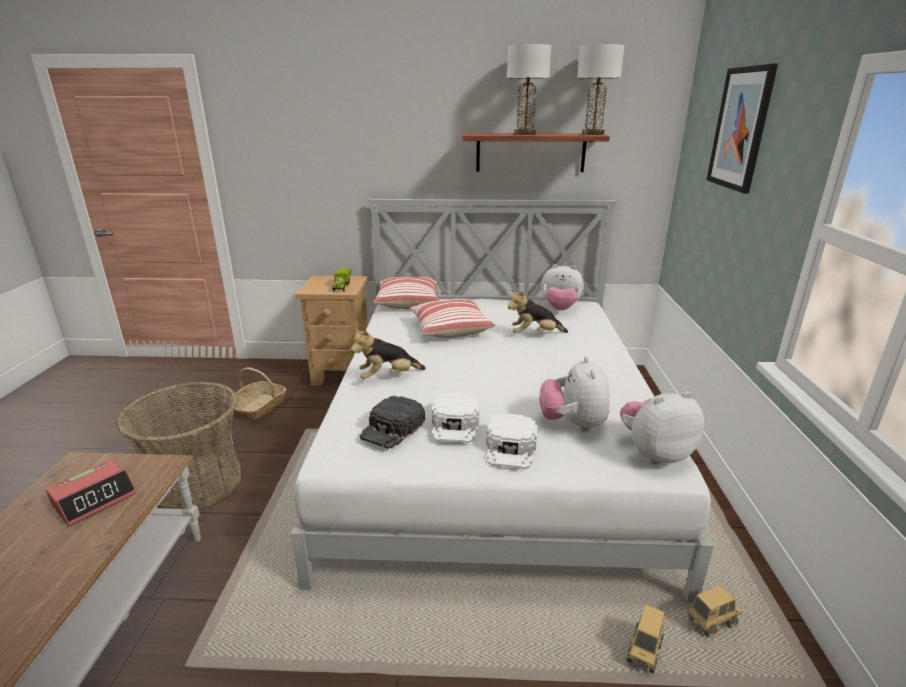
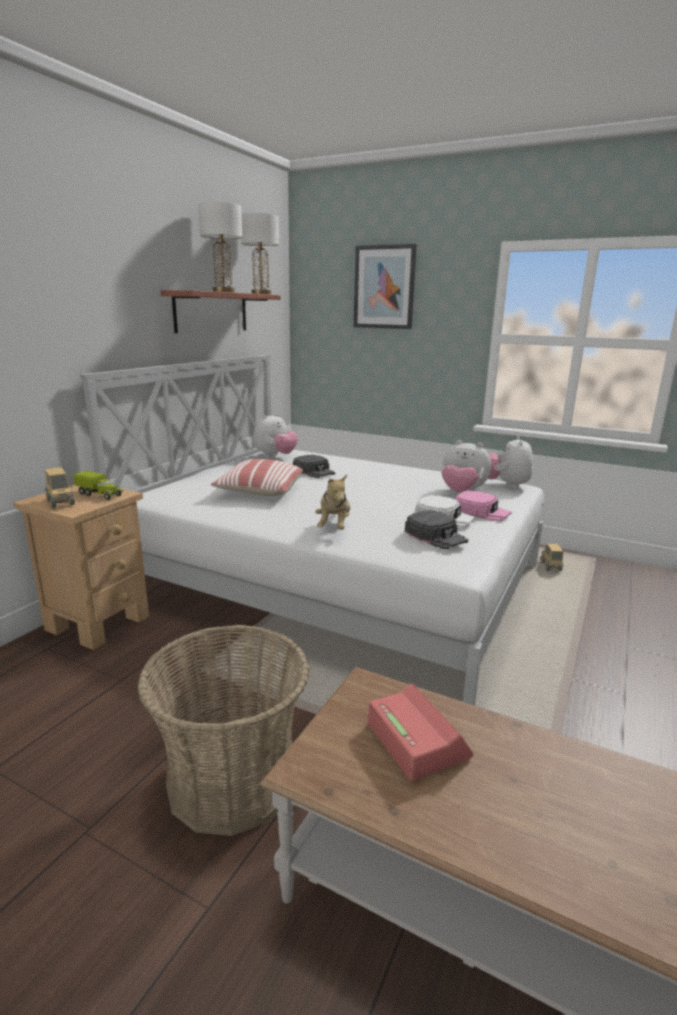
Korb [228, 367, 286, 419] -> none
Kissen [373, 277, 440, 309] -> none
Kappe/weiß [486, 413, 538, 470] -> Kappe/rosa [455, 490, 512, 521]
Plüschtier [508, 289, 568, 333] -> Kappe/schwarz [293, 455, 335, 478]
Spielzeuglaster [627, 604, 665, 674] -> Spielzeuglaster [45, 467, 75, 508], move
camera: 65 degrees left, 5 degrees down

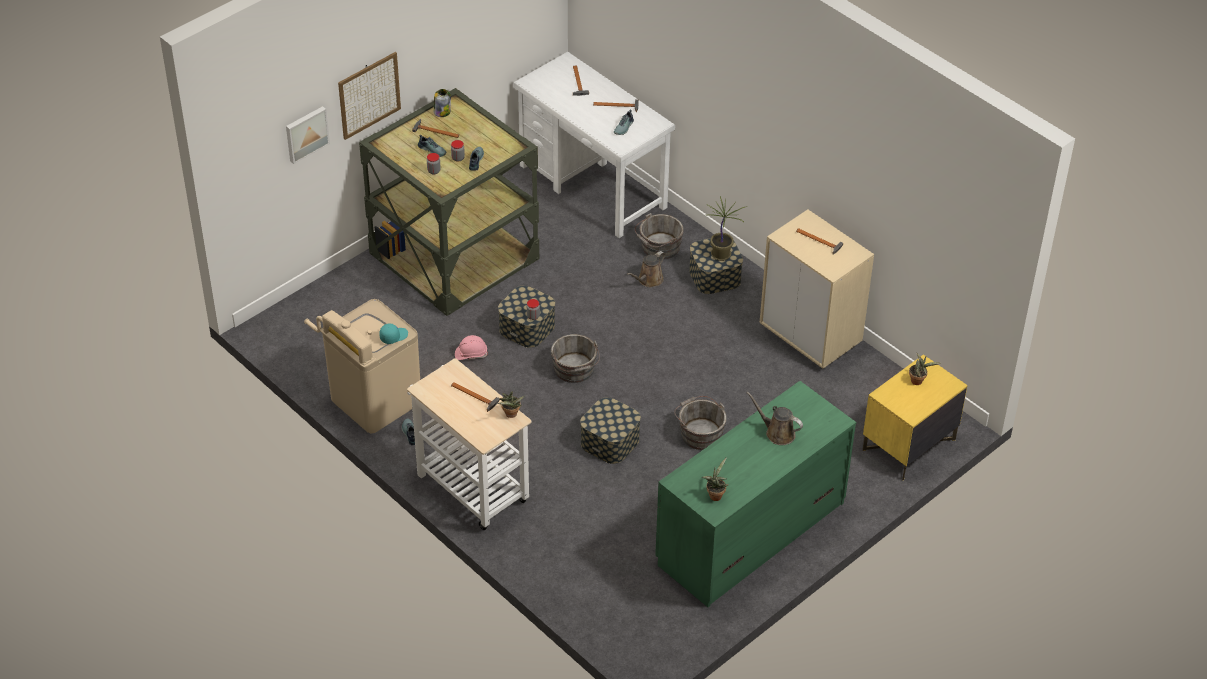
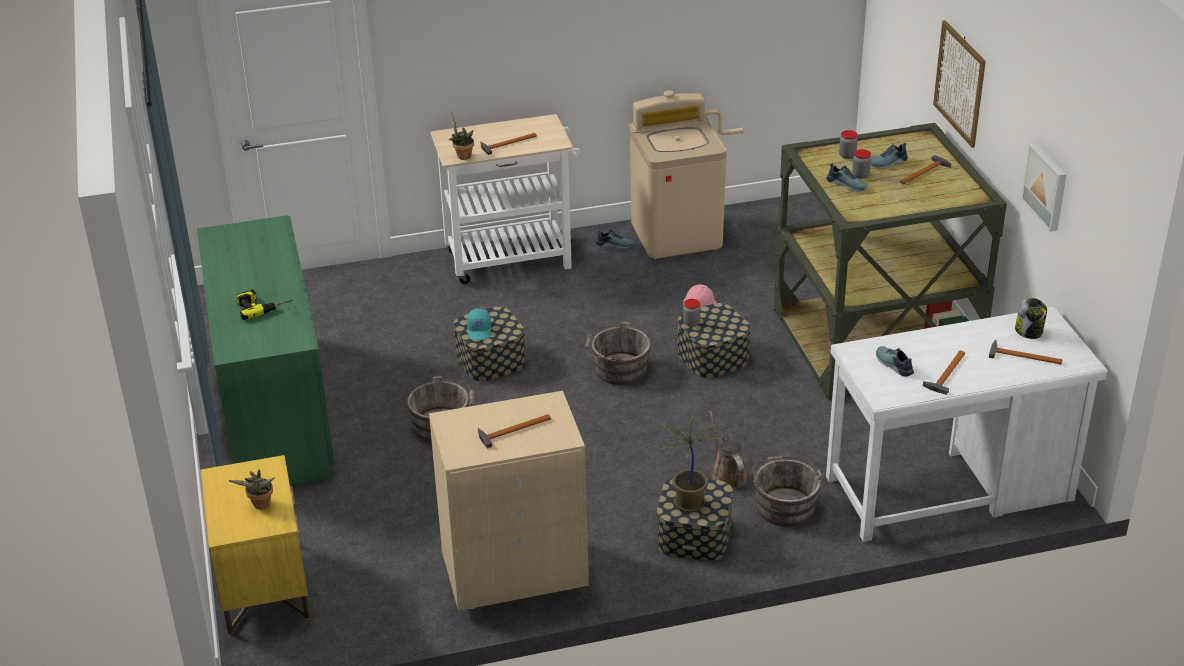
Bild [286, 106, 330, 164] -> Bild [1021, 143, 1067, 232], move
Kappe/türkis [379, 324, 408, 344] -> Kappe/türkis [467, 309, 491, 340], move
Vorratsglas [434, 89, 451, 117] -> Vorratsglas [1015, 298, 1047, 339], move
Topfpflanze [702, 457, 729, 501] -> none
Gießkanne/braun [747, 392, 803, 445] -> Bohrmaschine [237, 289, 293, 320]
camera: 120 degrees right, 10 degrees down

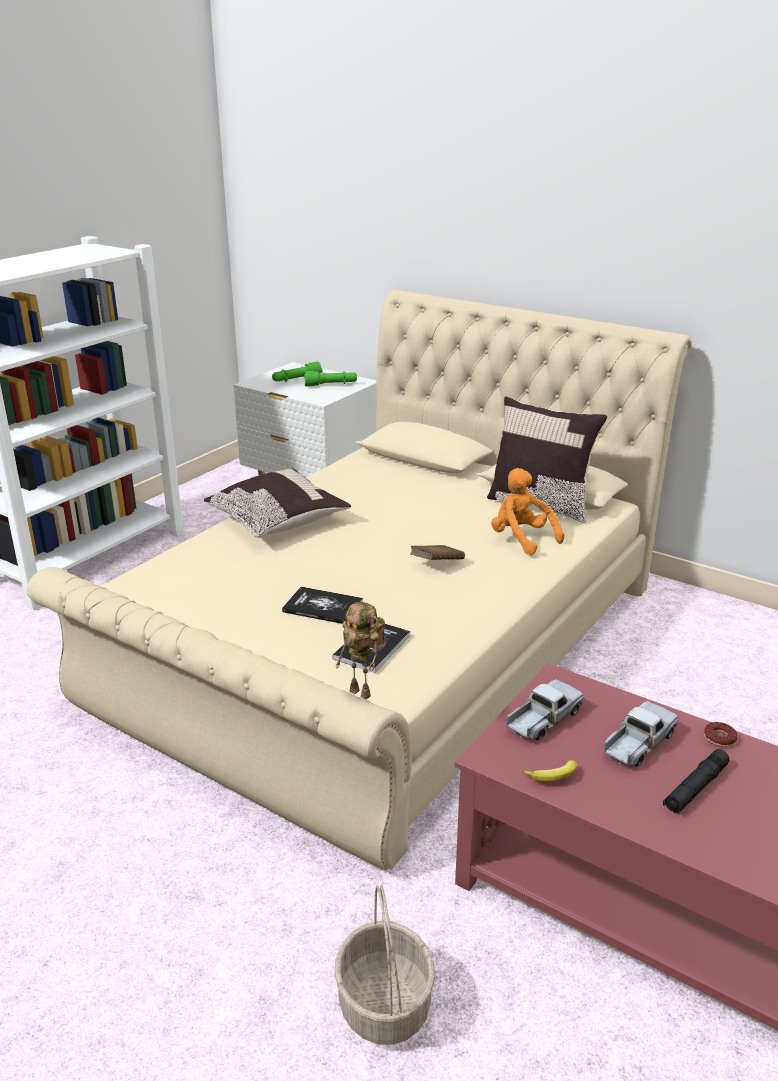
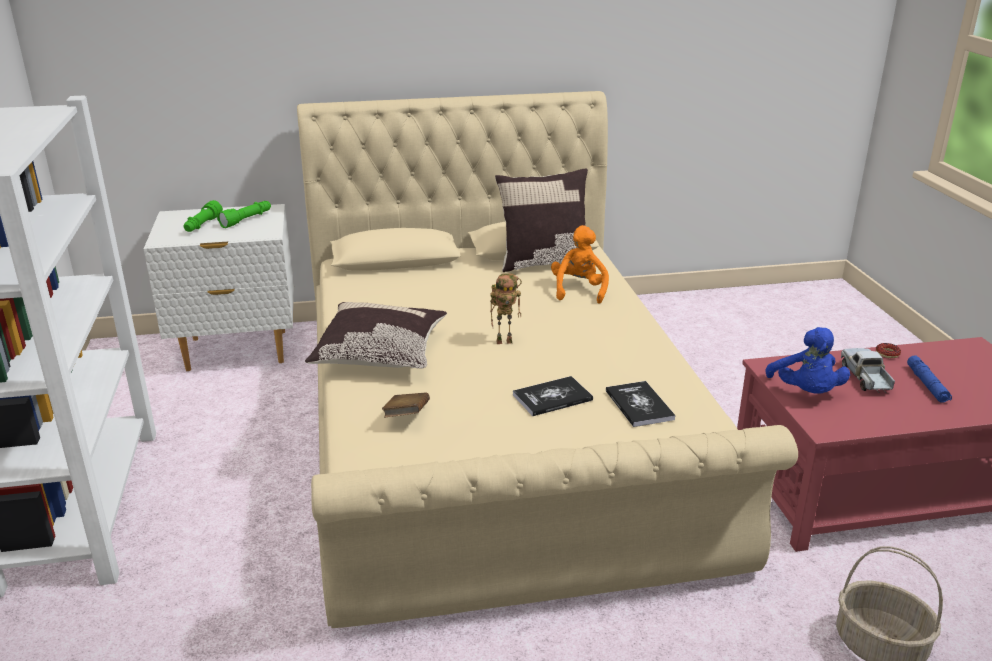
Spielzeugroboter [336, 602, 385, 700] -> Spielzeugroboter [490, 274, 522, 344], move
Buch/braun [410, 545, 465, 560] -> Buch/braun [382, 393, 430, 417], move
Plüschtier/orange [491, 468, 564, 555] -> Plüschtier/orange [551, 225, 609, 304], 90 degrees clockwise
Spielzeuglaster [506, 679, 584, 740] -> Plüschtier/blau [766, 327, 850, 393]
Banane [522, 760, 578, 782] -> none
Taschenlampe/schwarz [663, 749, 730, 814] -> Taschenlampe/blau [907, 355, 952, 402]
camera: 45 degrees left, 0 degrees up

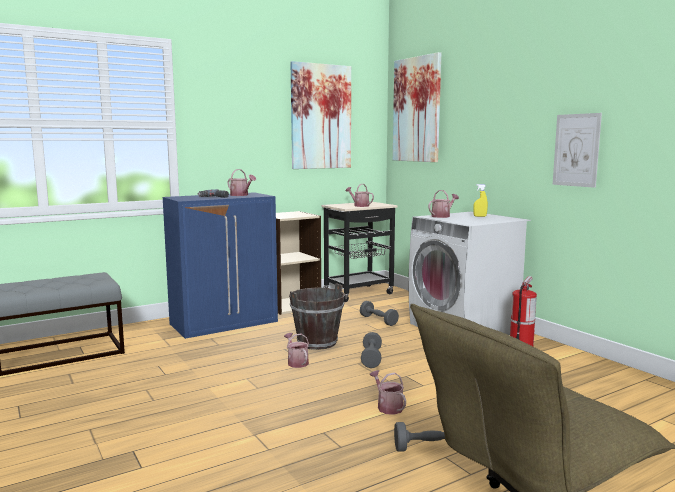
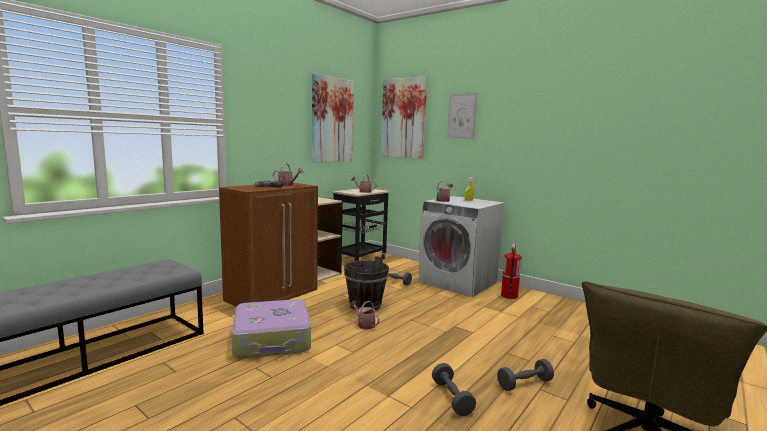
Schrank/blau [163, 192, 278, 339] -> Schrank/braun [219, 183, 318, 307]
Hantel/grau [361, 332, 382, 368] -> Hantel/grau [432, 363, 476, 416], move
Gießkanne [370, 370, 406, 415] -> none
Bild [553, 113, 602, 188] -> Bild [447, 93, 478, 139], move
none -> Koffer [232, 299, 311, 358]
camera: 20 degrees left, 0 degrees up

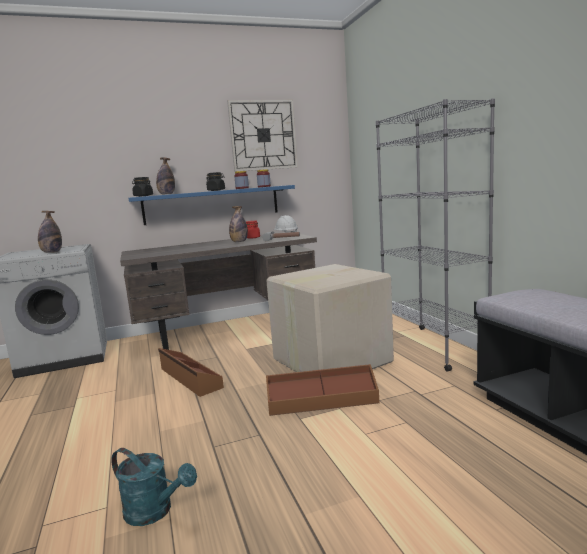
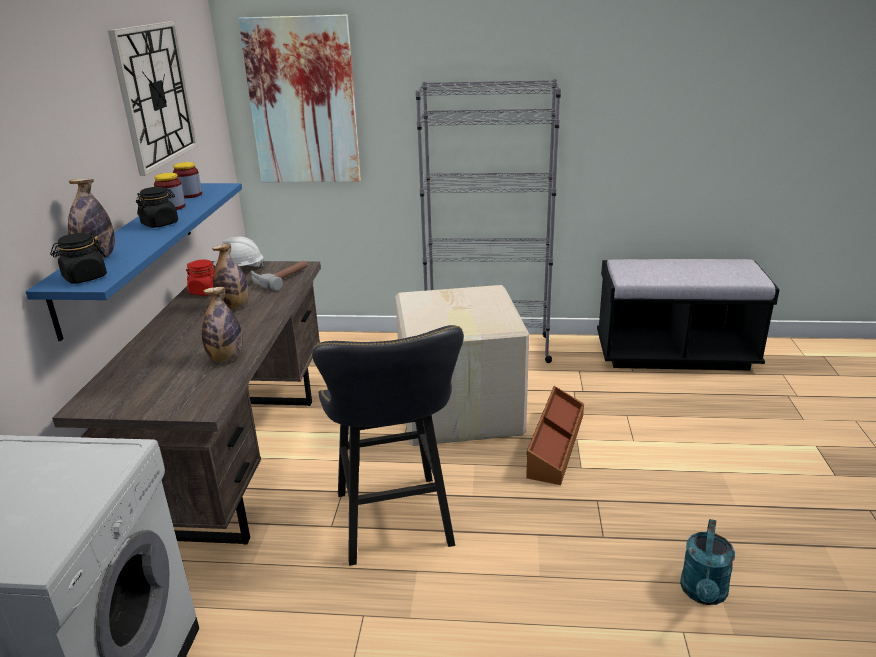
Flasche [38, 211, 62, 253] -> Flasche [202, 287, 243, 362], move
Gießkanne/türkis [111, 448, 197, 526] -> Gießkanne/türkis [680, 519, 735, 605], 150 degrees clockwise
Aufbewahrungsbox/braun [158, 348, 224, 397] -> Hocker/schwarz [312, 325, 464, 566]
none -> Bild [238, 14, 361, 182]
camera: 65 degrees left, 15 degrees up

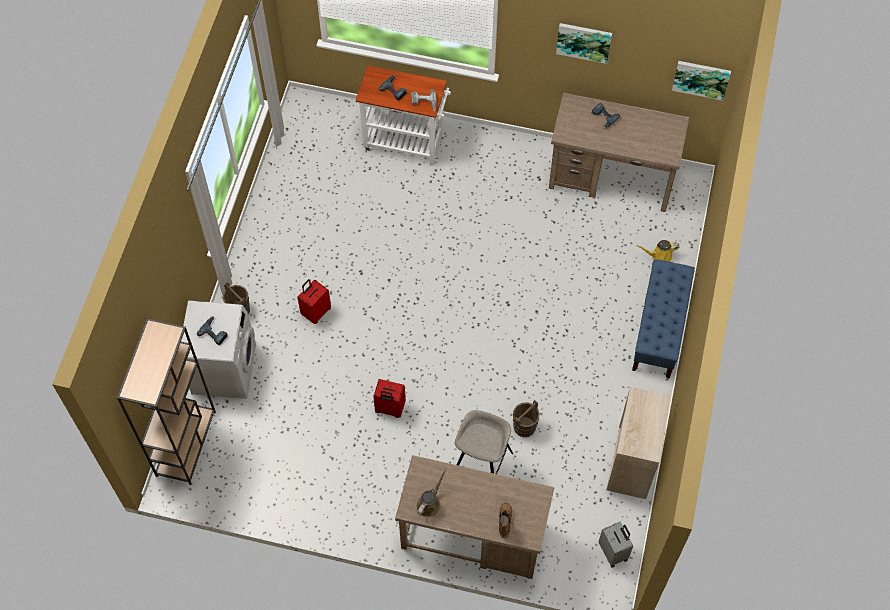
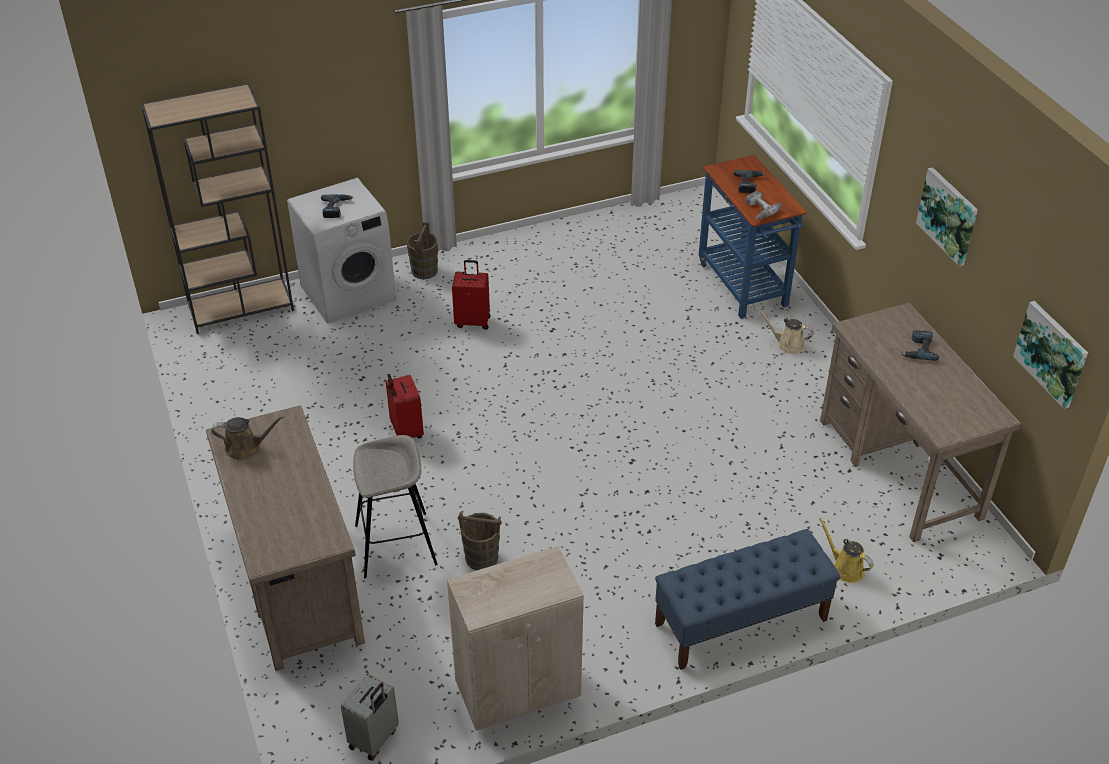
Rollwagen/weiß [356, 65, 451, 165] -> Rollwagen/blau [699, 155, 806, 319]
Stiefel [499, 503, 513, 539] -> none
none -> Gießkanne/beige [758, 309, 814, 354]
camera: 55 degrees right, 20 degrees down

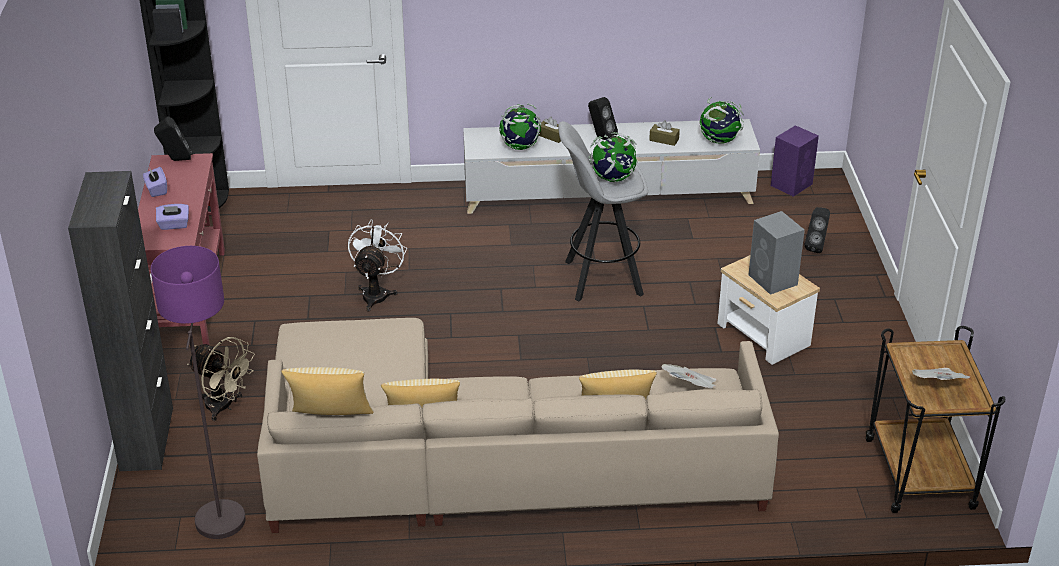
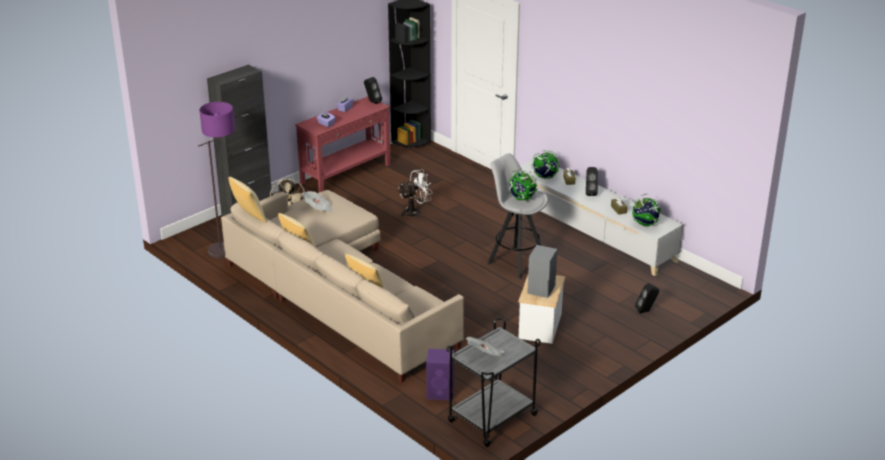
Zeitung [662, 364, 717, 389] -> Zeitung [302, 191, 333, 212], move
Lautsprecher/lila [771, 125, 819, 197] -> Lautsprecher/lila [426, 349, 454, 400], move
Rollwagen/braun [865, 326, 1005, 513] -> Rollwagen/grau [447, 318, 541, 447]
camera: 50 degrees right, 5 degrees down

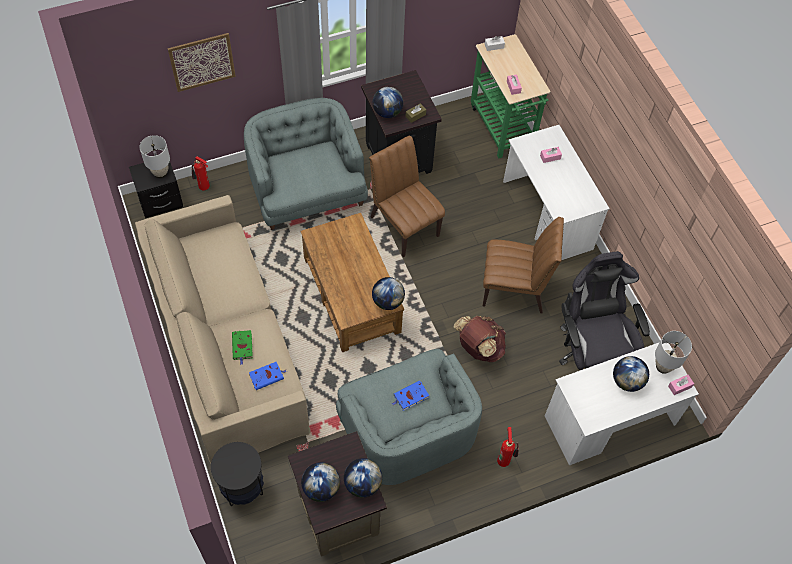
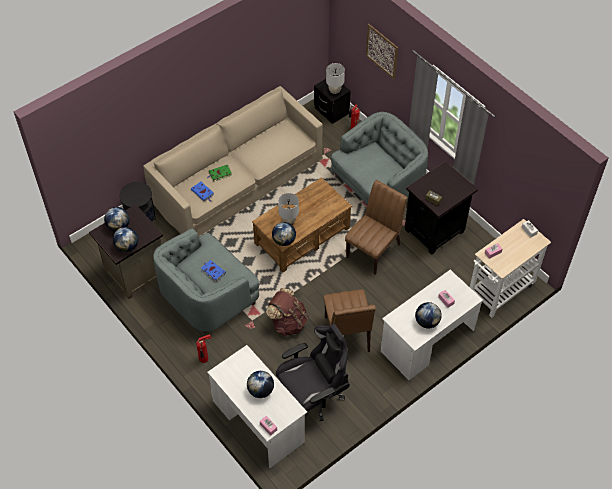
Globus [373, 87, 403, 118] -> Globus [415, 302, 442, 329], move
Rollwagen/grün [471, 34, 550, 158] -> Rollwagen/weiß [470, 219, 551, 318]
Tischlampe/weiß [655, 331, 692, 374] -> Tischlampe/weiß [278, 193, 299, 225], move
camera: 75 degrees right, 5 degrees down

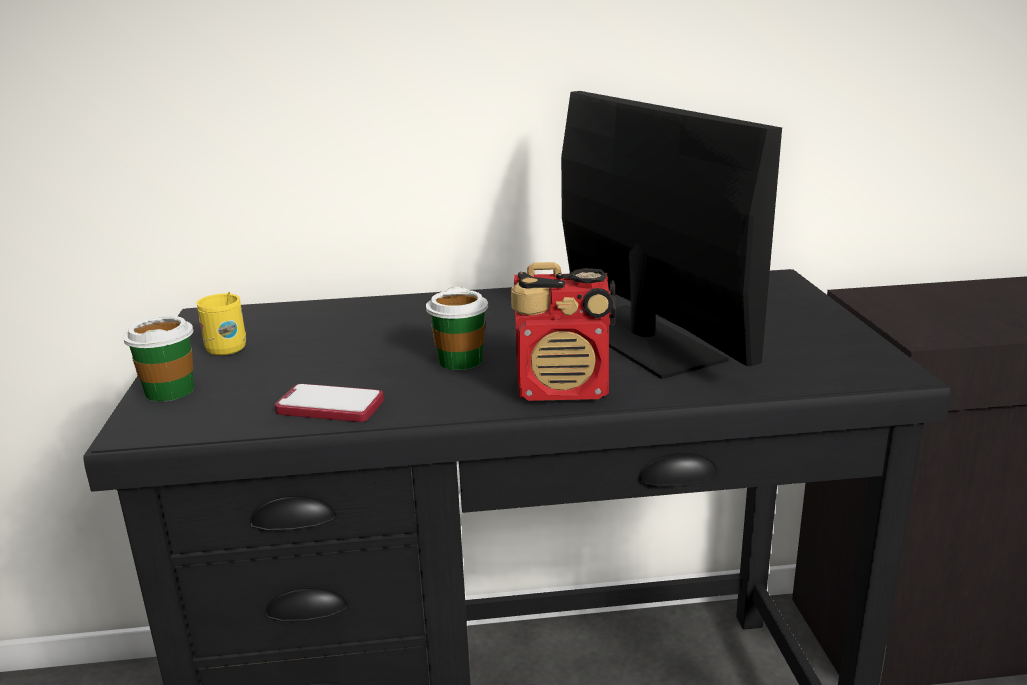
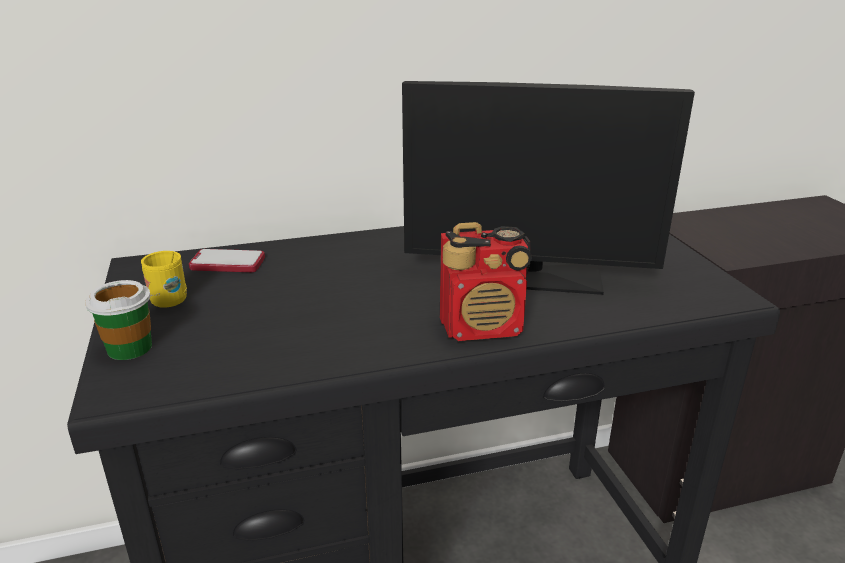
Handy [275, 384, 384, 422] -> Handy [189, 249, 265, 272], move
Tasse [426, 286, 488, 370] -> none
Monitor [561, 91, 782, 379] -> Monitor [402, 81, 695, 295], 135 degrees clockwise
camera: 10 degrees left, 5 degrees up

